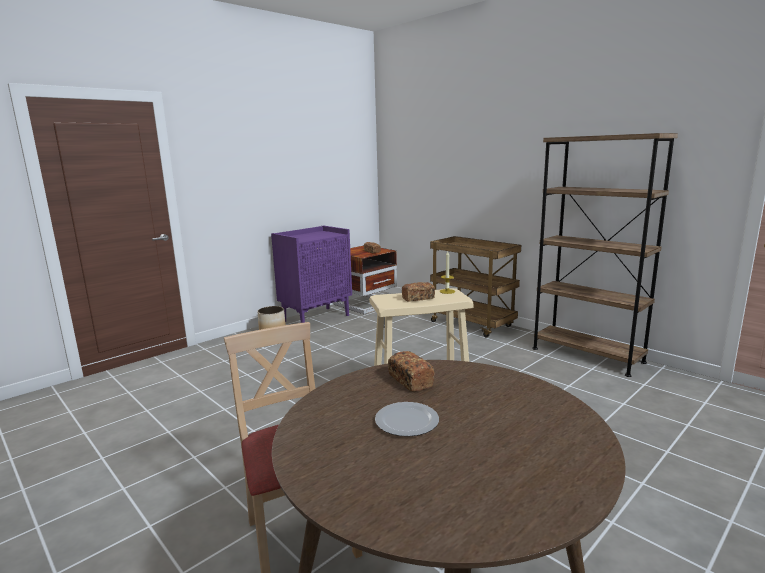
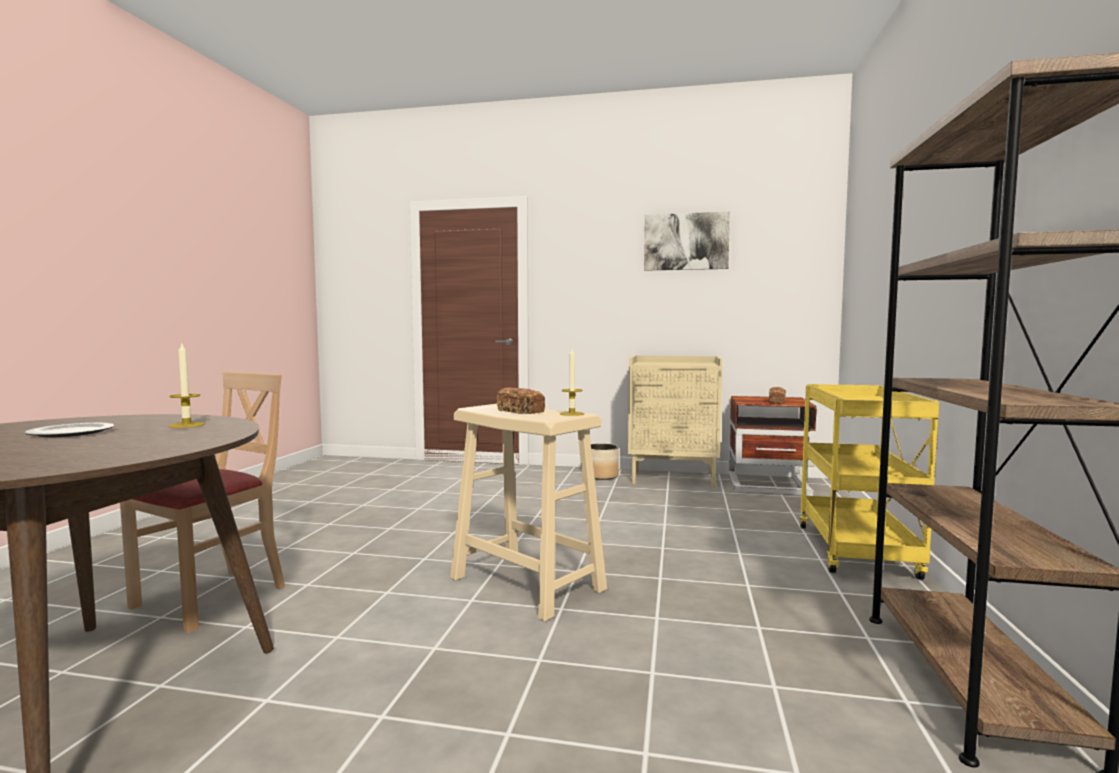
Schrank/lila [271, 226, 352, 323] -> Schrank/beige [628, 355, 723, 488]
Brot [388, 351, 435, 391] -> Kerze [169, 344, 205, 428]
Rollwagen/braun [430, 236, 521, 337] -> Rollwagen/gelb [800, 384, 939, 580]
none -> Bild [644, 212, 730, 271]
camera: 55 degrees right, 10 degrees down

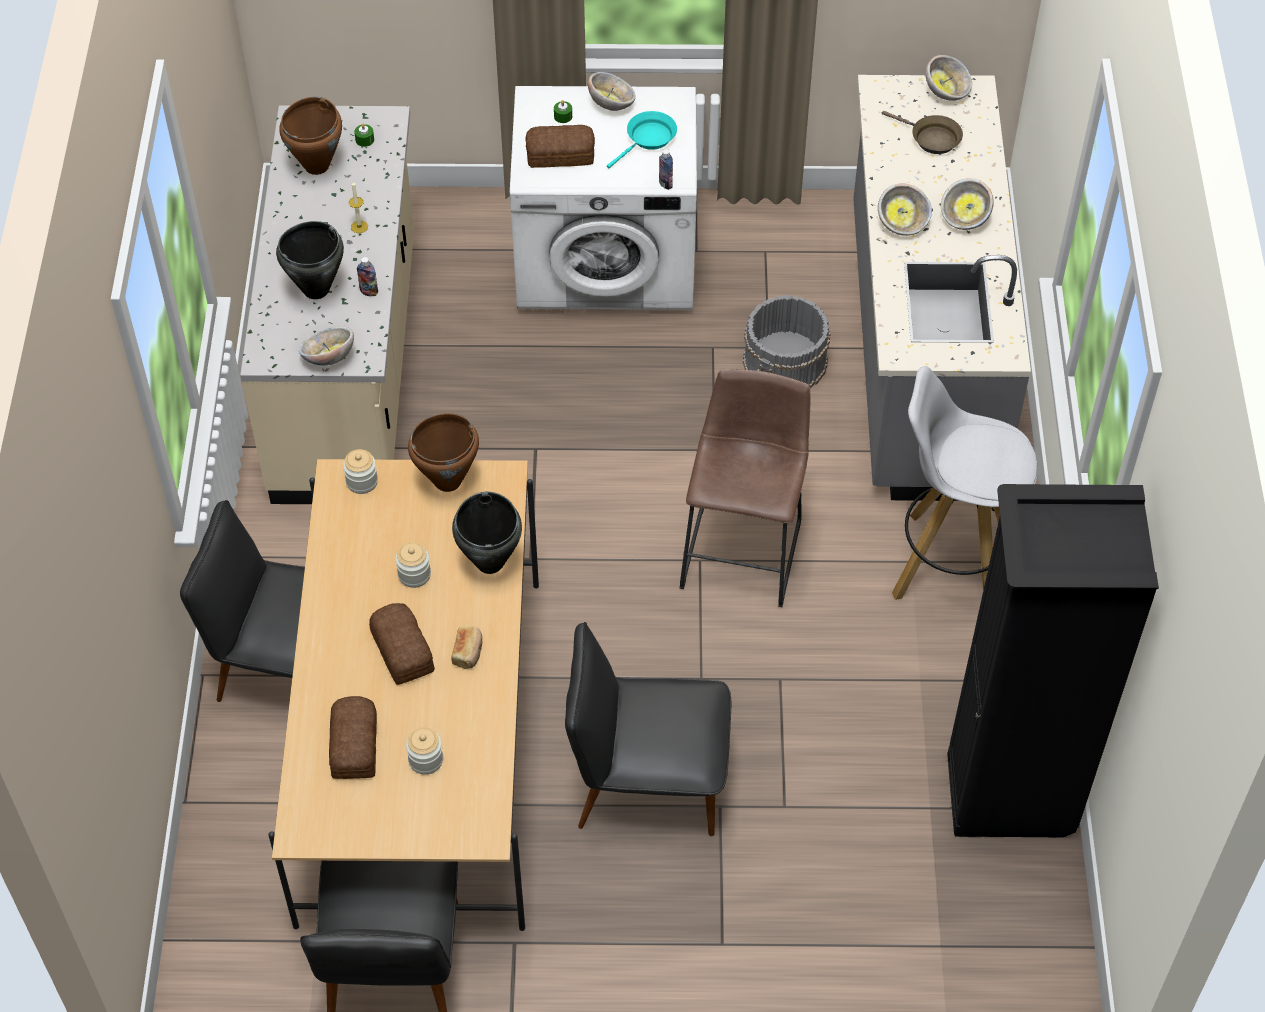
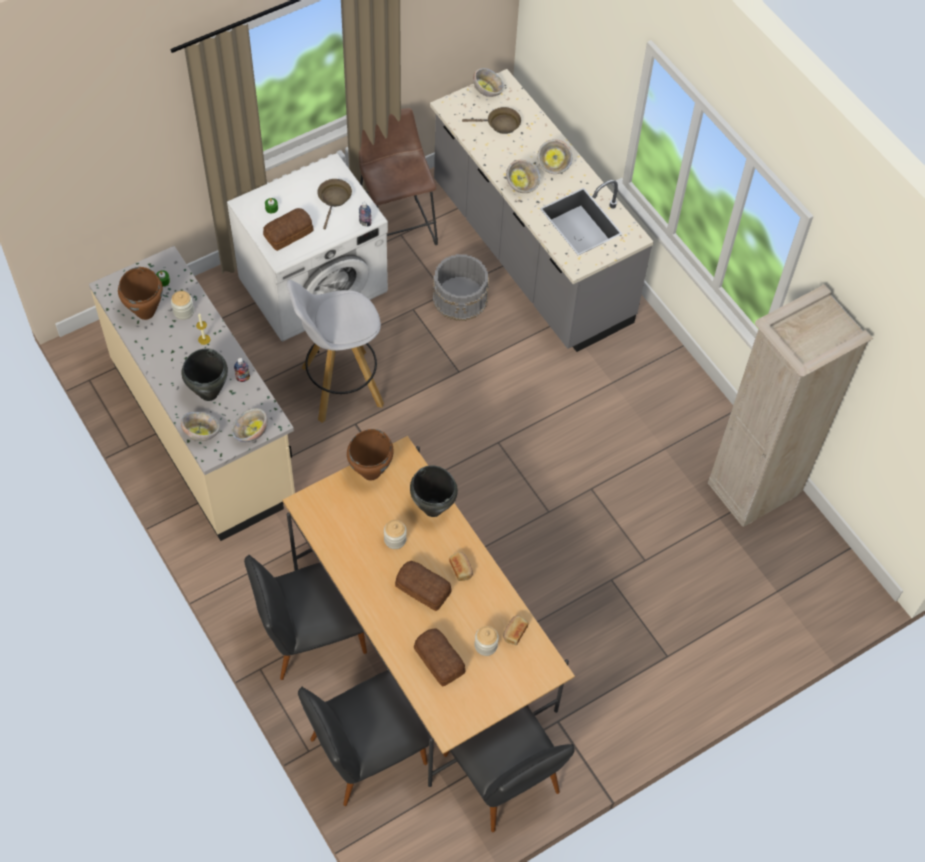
Vorratsglas [343, 449, 378, 494] -> Vorratsglas [171, 291, 194, 320], move
Stuhl/schwarz [565, 622, 731, 836] -> Stuhl/schwarz [298, 670, 431, 806], move
Schüssel [588, 72, 636, 111] -> Schüssel [181, 412, 220, 441], move
Pfanne/türkis [607, 111, 677, 168] -> Pfanne/braun [317, 179, 352, 229]
Hocker/braun [680, 369, 811, 607] -> Hocker/braun [359, 108, 438, 245], move
Hocker/weiß [892, 366, 1038, 600] -> Hocker/weiß [286, 280, 384, 423], move
Schrank/schwarz [947, 484, 1159, 838] -> Schrank/beige [708, 284, 873, 527]
none -> Brot [503, 615, 528, 645]
camera: 35 degrees left, 5 degrees up

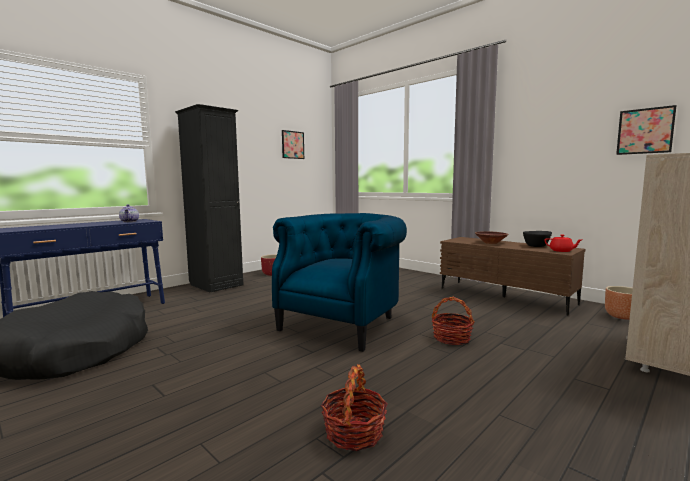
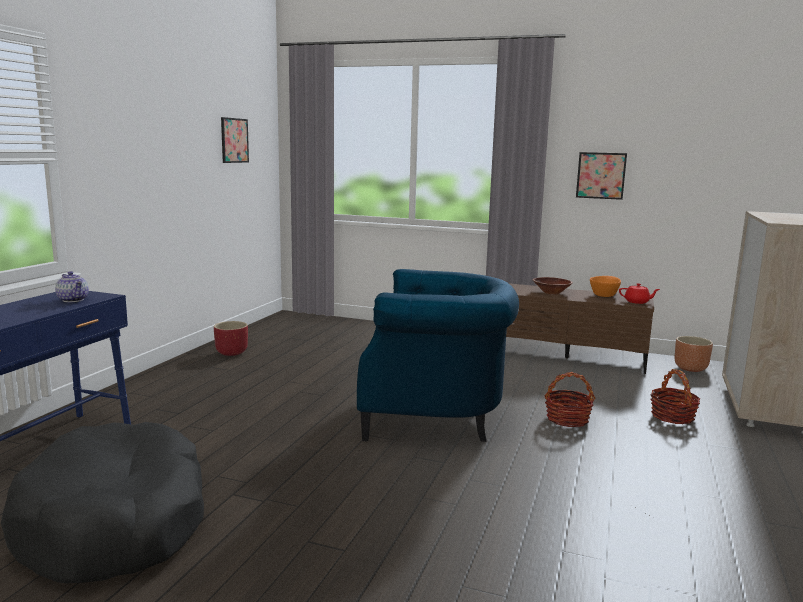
Schrank/schwarz [175, 104, 243, 292] -> none
Sessel/blau [272, 213, 407, 352] -> Sessel/blau [357, 269, 519, 442], 90 degrees clockwise
Korb [321, 364, 388, 451] -> Korb [650, 369, 700, 424], move
Schüssel/schwarz [523, 231, 552, 247] -> Schüssel/orange [590, 276, 621, 297]
Bild [616, 105, 677, 155] -> Bild [576, 152, 627, 200], move
camera: 25 degrees left, 5 degrees up

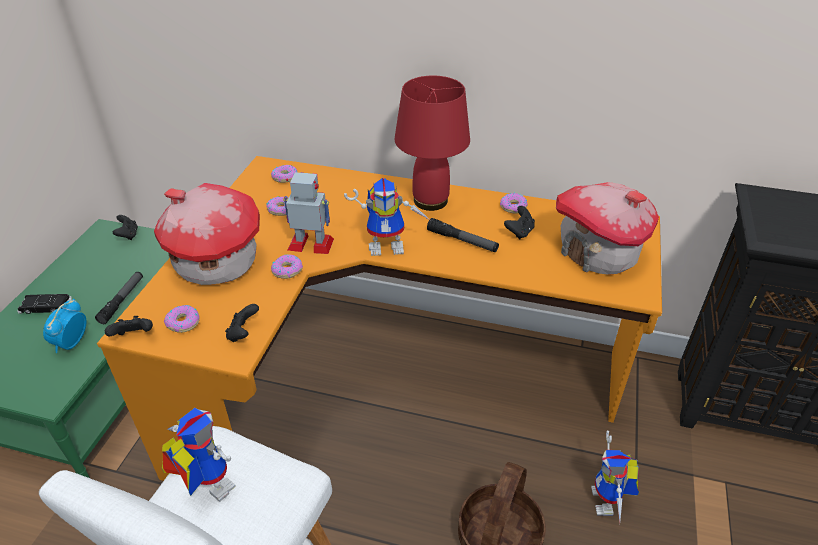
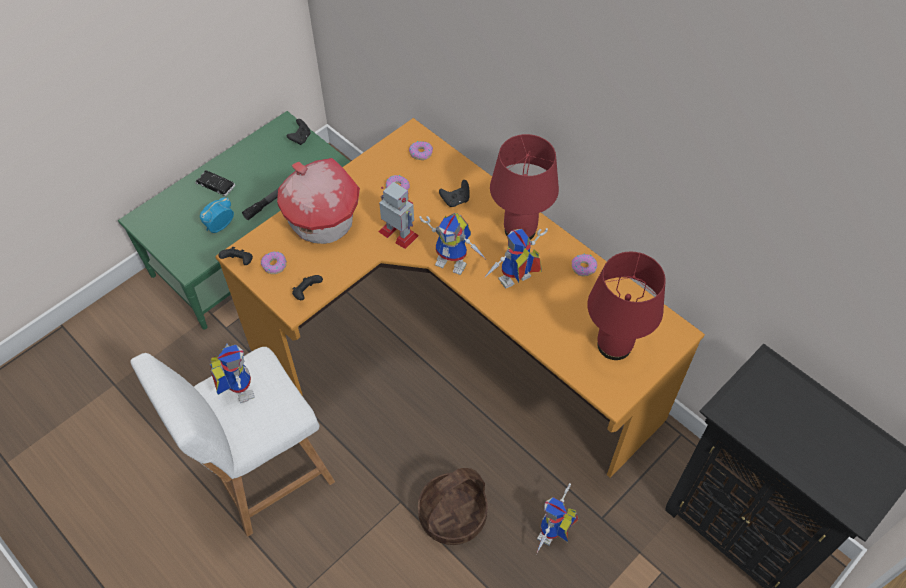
Donut [271, 254, 303, 279] -> none
Taschenlampe [427, 218, 499, 252] -> Spielzeugroboter [483, 228, 548, 289]
Gamepad/schwarz [504, 206, 535, 239] -> Gamepad/schwarz [439, 180, 470, 207], move
Spielzeughaus [556, 182, 659, 275] -> Tischlampe/rot [587, 251, 666, 360]
camera: 30 degrees right, 15 degrees up

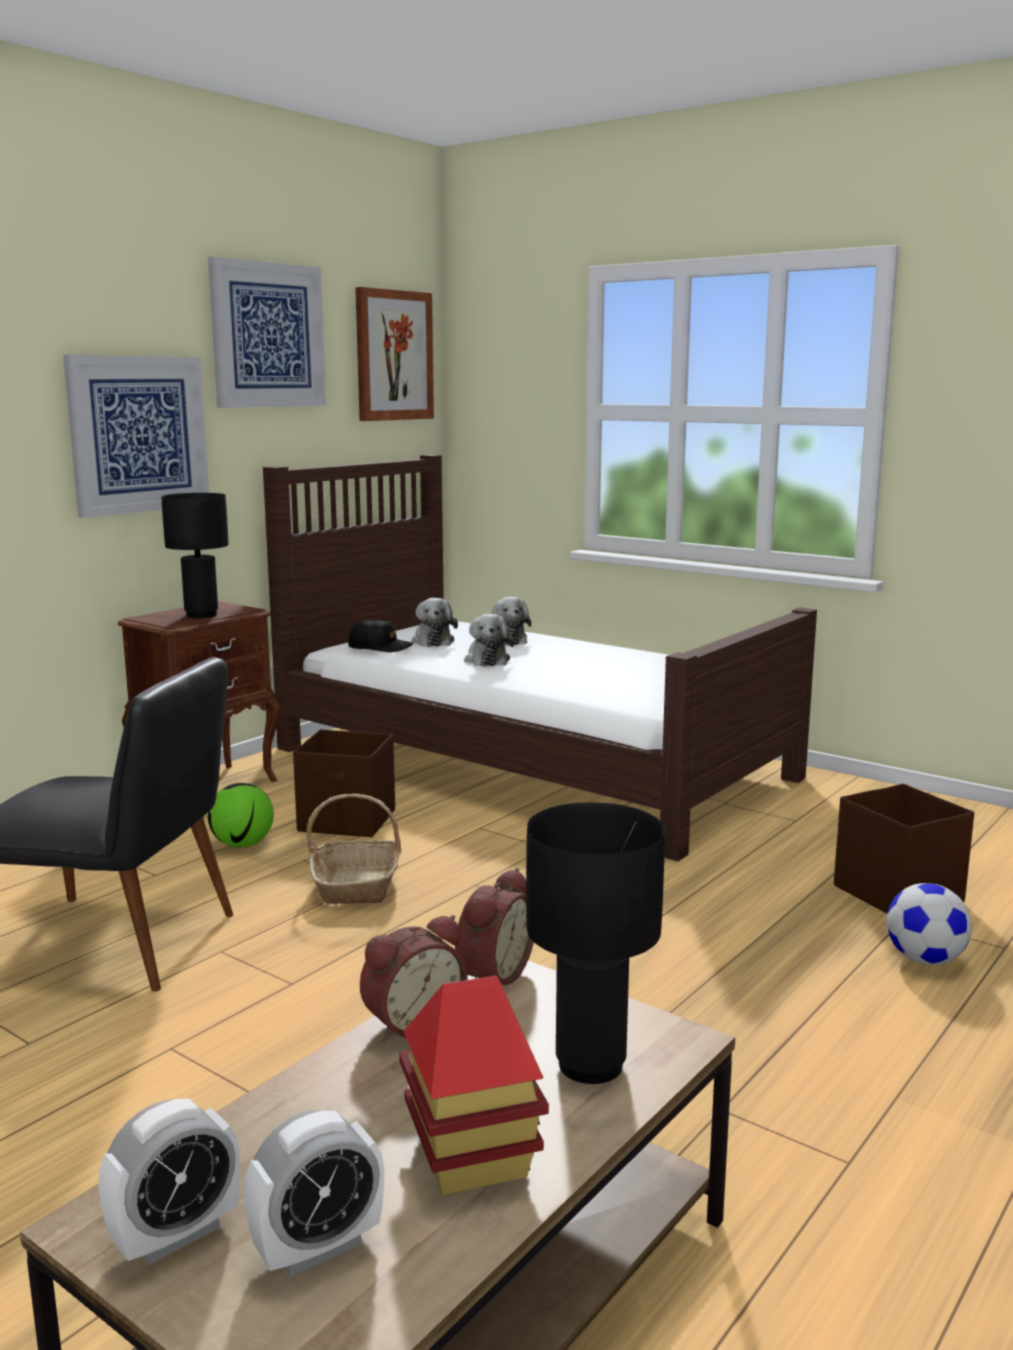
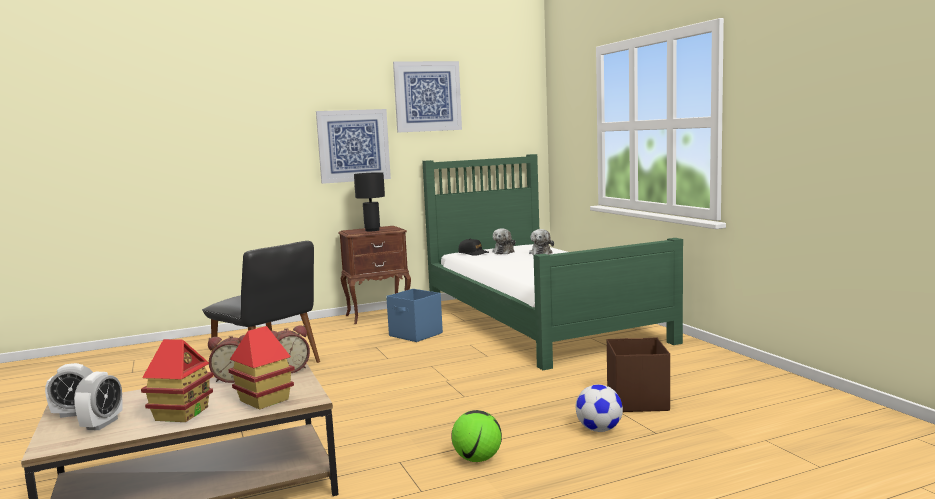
Fußball [208, 783, 274, 847] -> Fußball [451, 410, 502, 462], move
Wecker [244, 1110, 384, 1277] -> Wecker [74, 372, 123, 430], 75 degrees counterclockwise
Bett/braun [263, 455, 817, 861] -> Bett/grün [422, 154, 683, 370]
Aufbewahrungsbox/braun [293, 730, 395, 837] -> Aufbewahrungsbox/blau [386, 289, 443, 342]
Korb [306, 794, 401, 904] -> none
Bild [355, 287, 434, 421] -> none
Plüschtier [464, 614, 514, 666] -> none
Tischlampe/schwarz [526, 802, 665, 1084] -> Spielzeughaus [228, 326, 295, 410]
camera: 30 degrees right, 5 degrees down

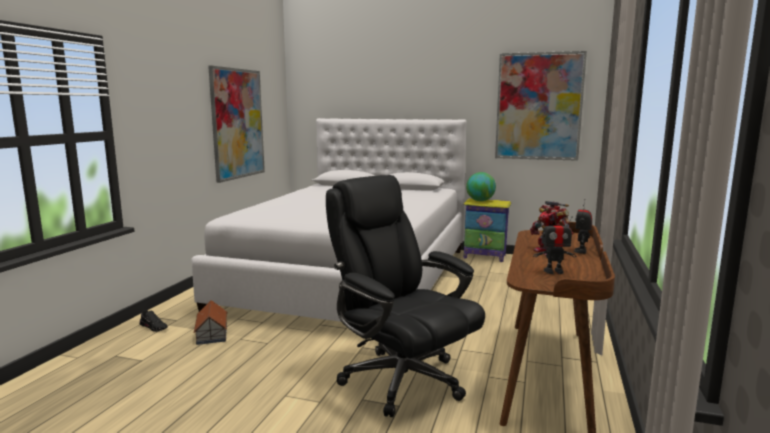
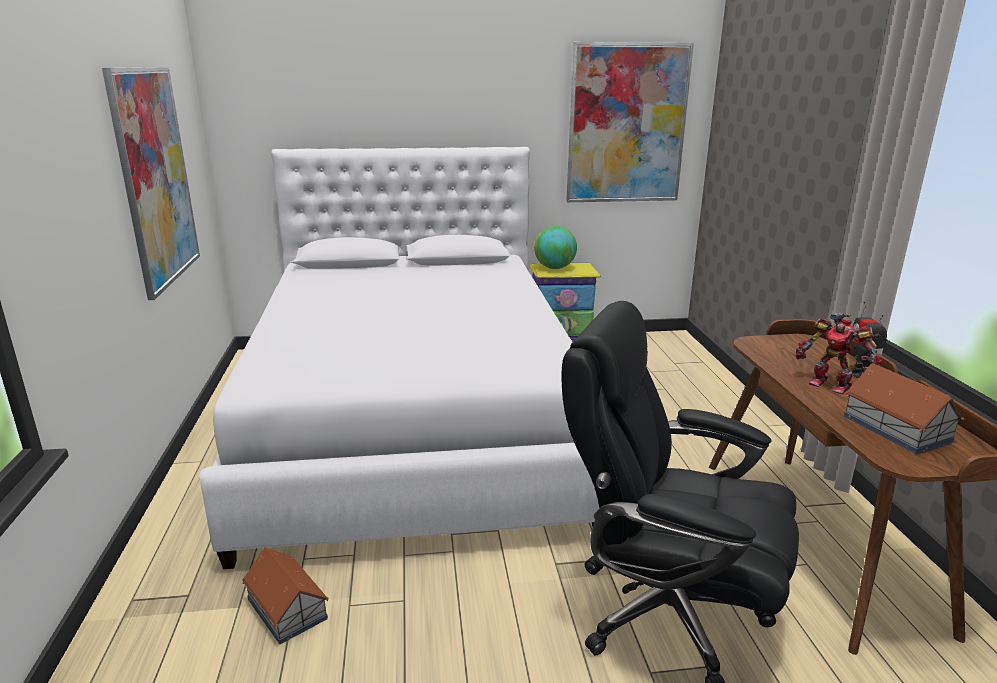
Schuh/schwarz [140, 310, 168, 332] -> none
Spielzeugroboter [533, 215, 576, 274] -> Spielzeughaus [844, 363, 964, 454]
camera: 25 degrees left, 10 degrees up

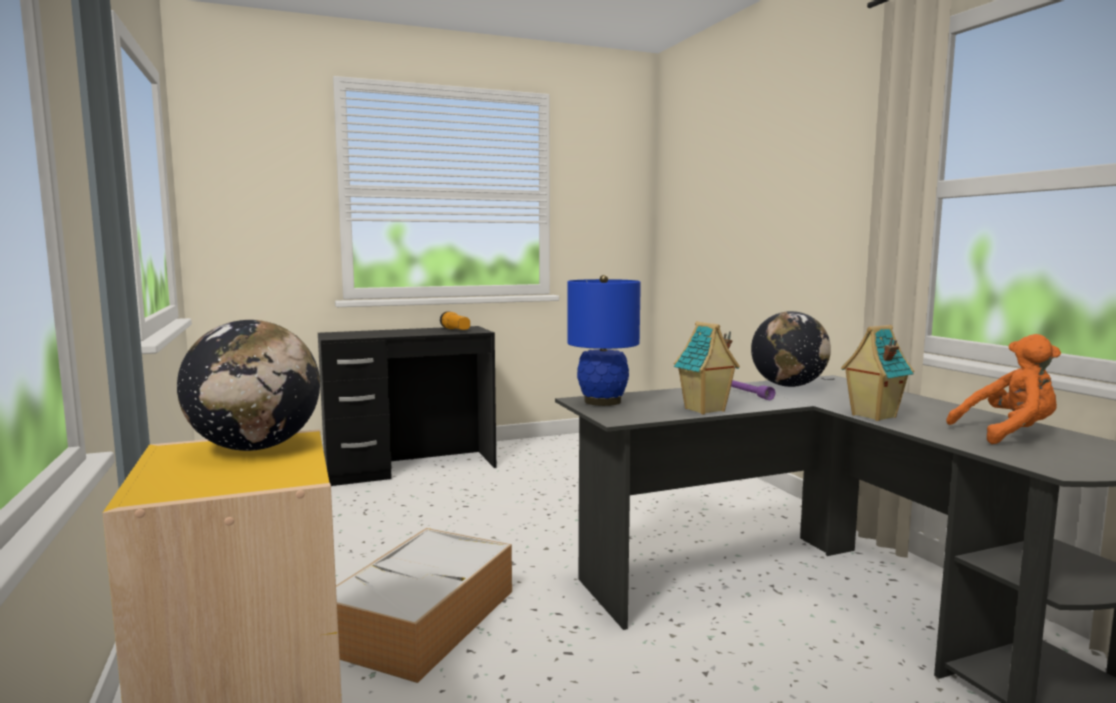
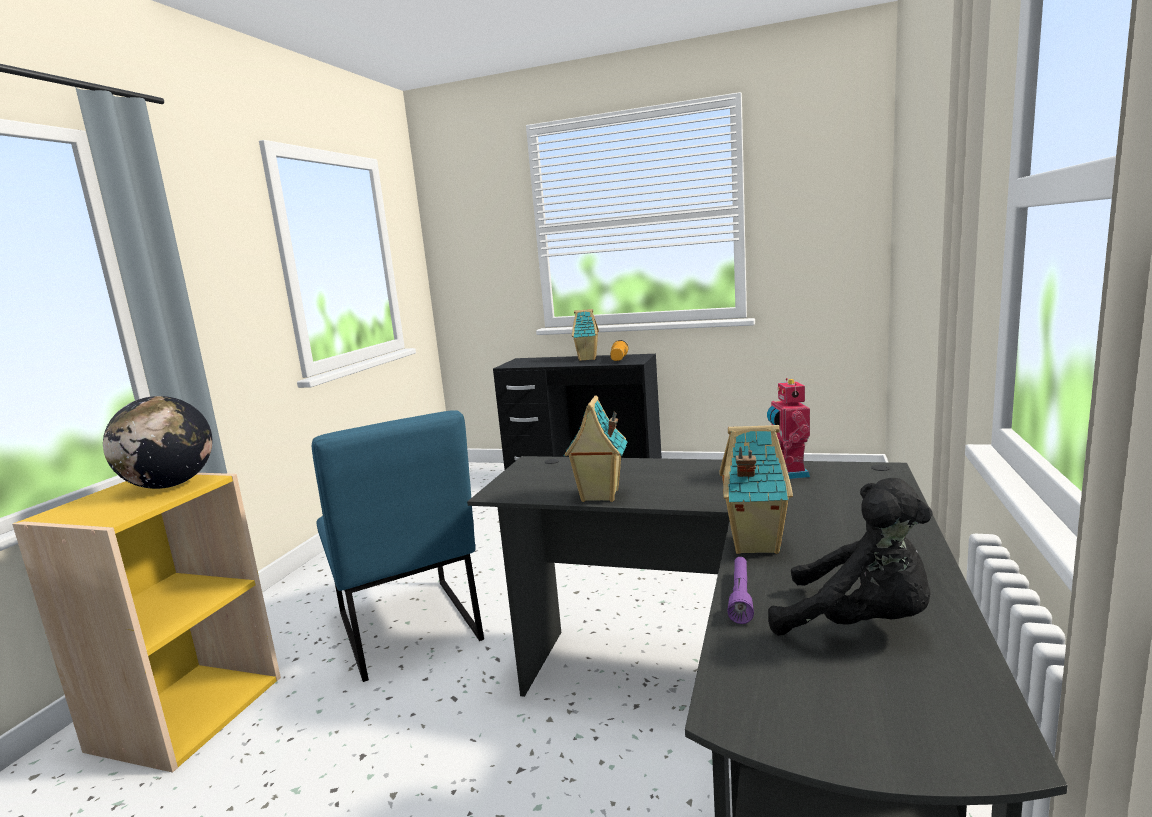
Aufbewahrungsbox [336, 528, 512, 683] -> Stuhl/blau [312, 410, 484, 682]
Tischlampe/blau [567, 275, 641, 406] -> none
Taschenlampe/lila [731, 380, 775, 400] -> Taschenlampe/lila [727, 557, 754, 624], move
Globus [751, 311, 831, 387] -> Spielzeugroboter [767, 378, 810, 479]
Plüschtier/orange [946, 334, 1061, 444] -> Plüschtier/schwarz [768, 478, 933, 636]
none -> Spielzeughaus [572, 309, 599, 361]
camera: 40 degrees right, 5 degrees up

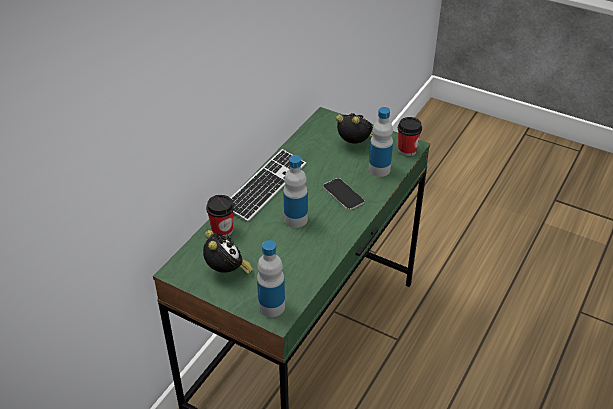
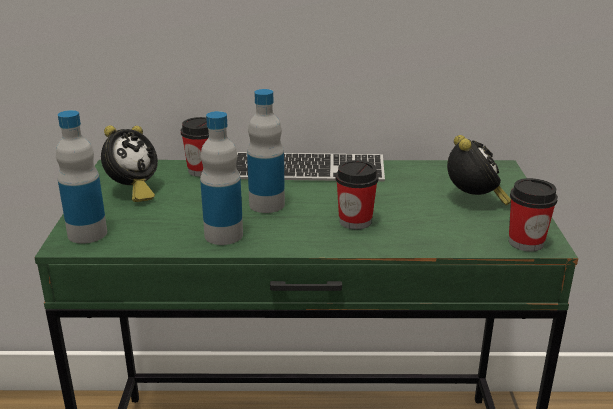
Handy [323, 178, 365, 210] -> Tasse [335, 160, 379, 230]
Flasche [369, 107, 393, 177] -> Flasche [200, 111, 243, 245], move
camera: 60 degrees right, 15 degrees down

